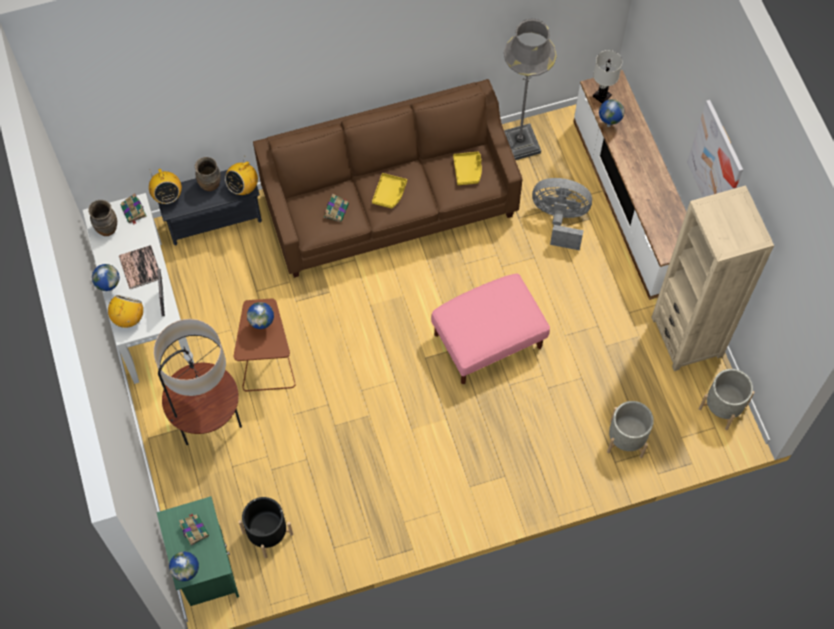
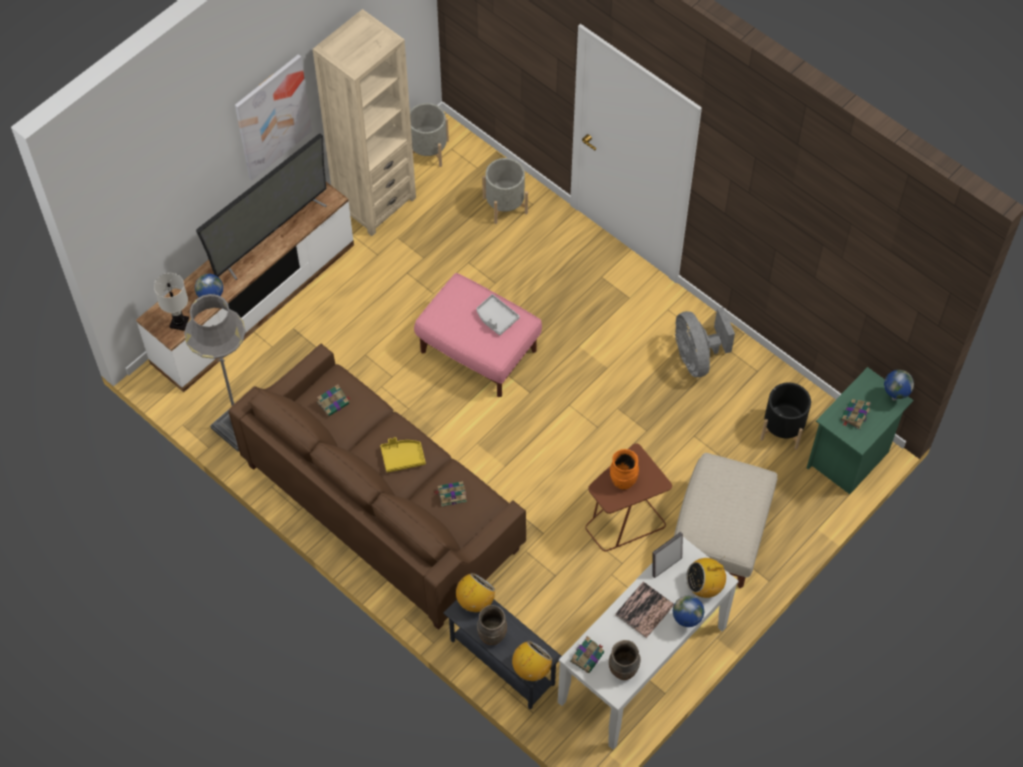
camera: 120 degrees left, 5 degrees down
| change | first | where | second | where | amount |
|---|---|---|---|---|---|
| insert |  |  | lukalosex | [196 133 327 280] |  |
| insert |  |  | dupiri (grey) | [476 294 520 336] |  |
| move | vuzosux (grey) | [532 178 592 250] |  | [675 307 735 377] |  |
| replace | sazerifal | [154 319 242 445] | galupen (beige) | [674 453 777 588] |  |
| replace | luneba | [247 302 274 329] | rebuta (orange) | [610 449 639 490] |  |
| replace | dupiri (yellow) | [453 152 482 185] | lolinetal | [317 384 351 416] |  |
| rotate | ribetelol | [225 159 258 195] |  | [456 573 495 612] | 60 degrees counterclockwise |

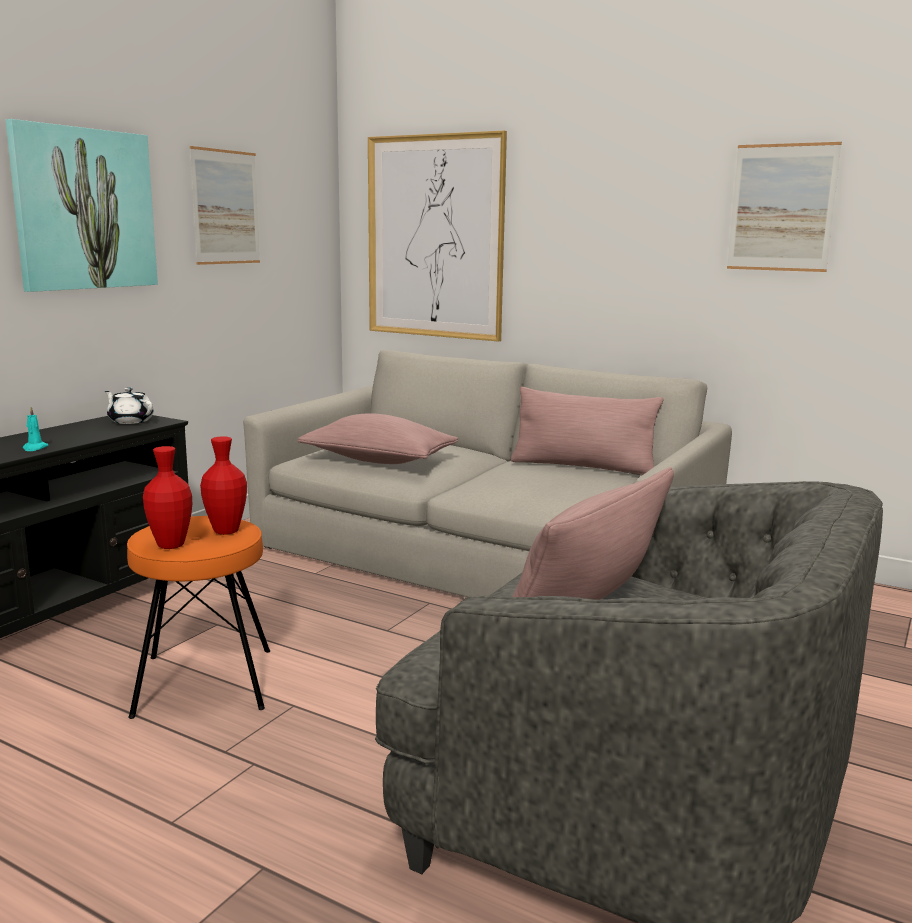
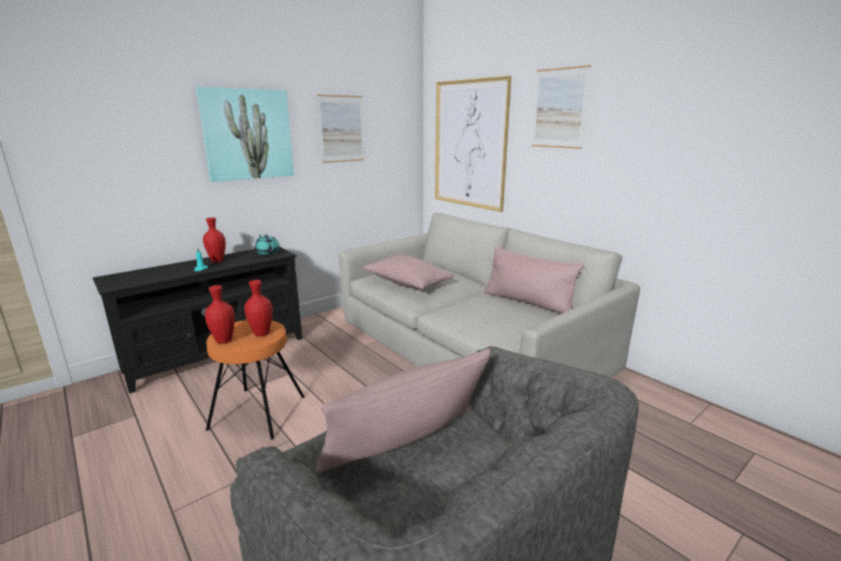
camera: 20 degrees right, 5 degrees up
| change | first | where | second | where | amount |
|---|---|---|---|---|---|
| insert |  |  | rebuta (red) | [203 218 226 262] |  |
| move | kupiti | [727 142 842 272] |  | [531 65 591 149] |  |
| recolor | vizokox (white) | [105 387 154 424] | vizokox (turquoise) | [255 235 280 255] |  |

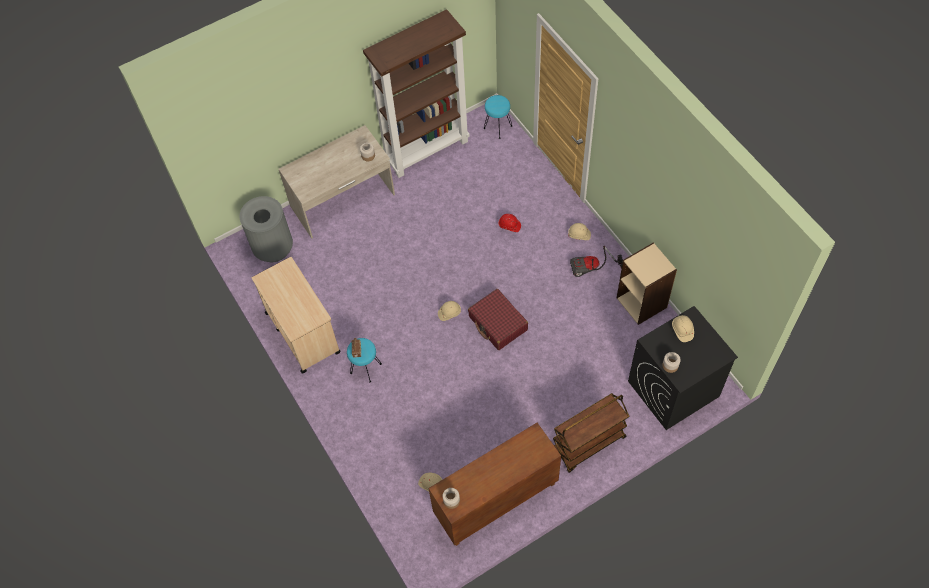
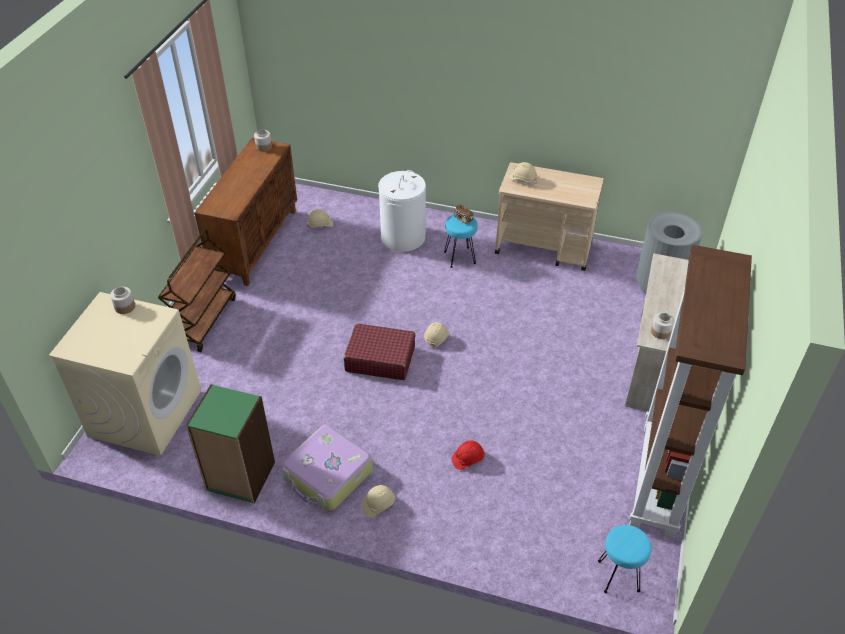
camera: 135 degrees right, 15 degrees down
| change | first | where | second | where | amount |
|---|---|---|---|---|---|
| insert |  |  | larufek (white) | [378 170 426 252] |  |
| move | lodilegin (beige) | [672 315 694 342] |  | [509 162 537 185] |  |
| replace | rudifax | [570 246 623 277] | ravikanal | [281 425 373 511] |  |
| recolor | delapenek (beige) | [617 242 677 325] | delapenek (green) | [186 384 275 503] |  |
| recolor | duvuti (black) | [628 306 738 430] | duvuti (beige) | [49 292 201 456] |  |

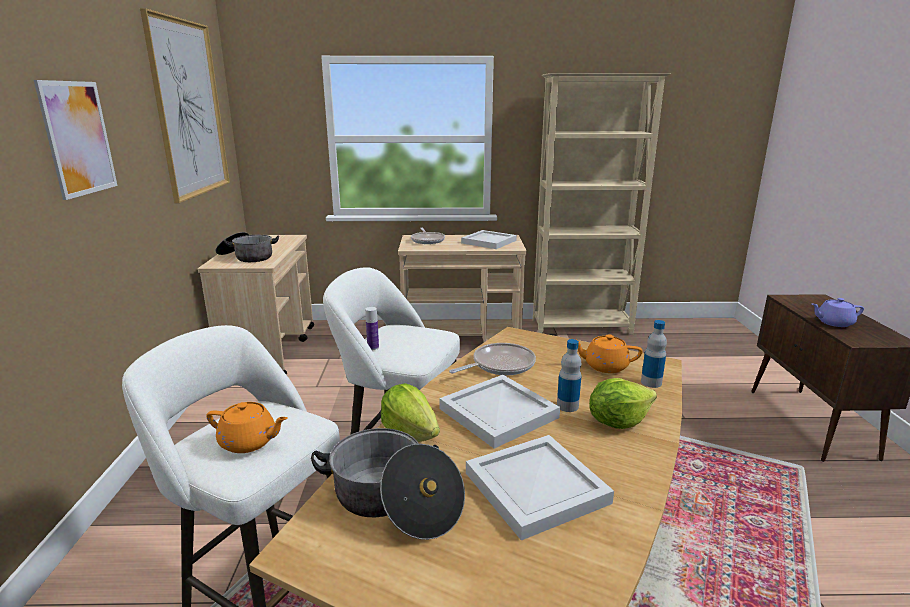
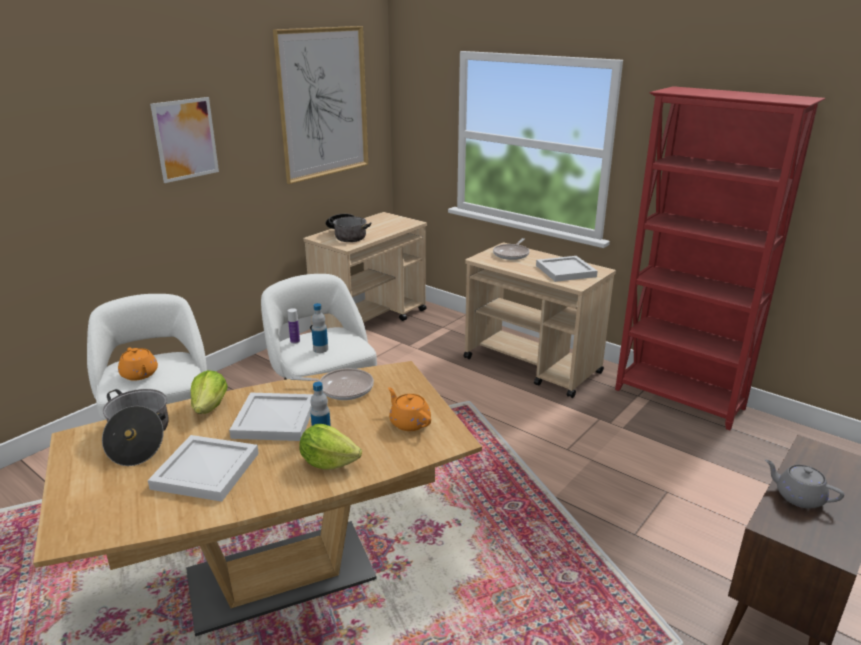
camera: 40 degrees right, 5 degrees up
| change | first | where | second | where | amount |
|---|---|---|---|---|---|
| move | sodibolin | [641 320 667 388] |  | [312 303 328 353] |  |
| recolor | delapenek (beige) | [533 73 671 335] | delapenek (red) | [615 86 825 430] |  |
| recolor | vizokox (purple) | [812 298 864 327] | vizokox (grey) | [765 459 844 509] |  |

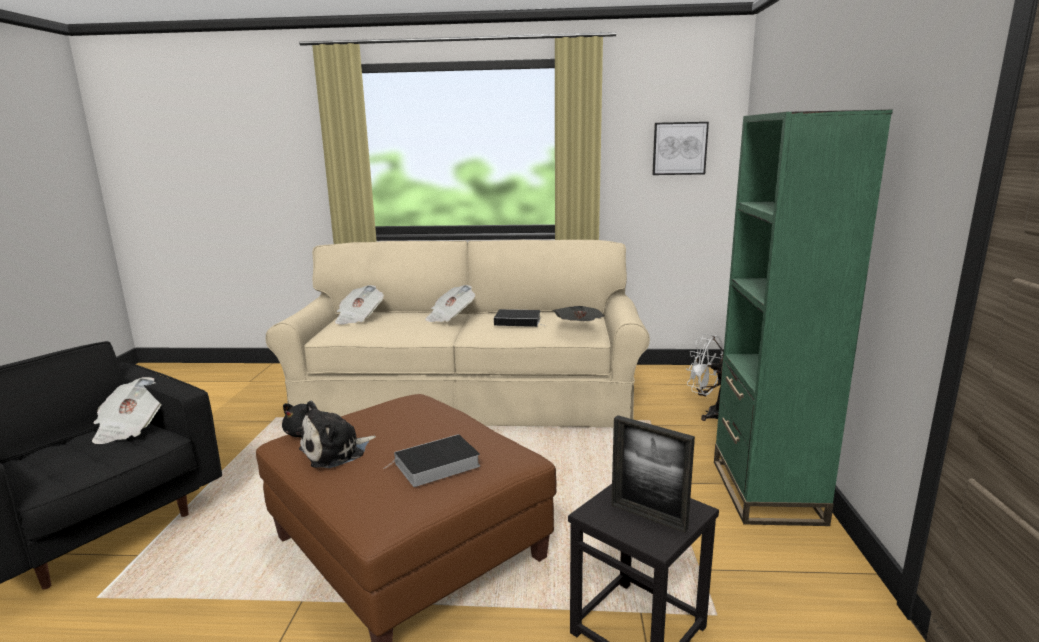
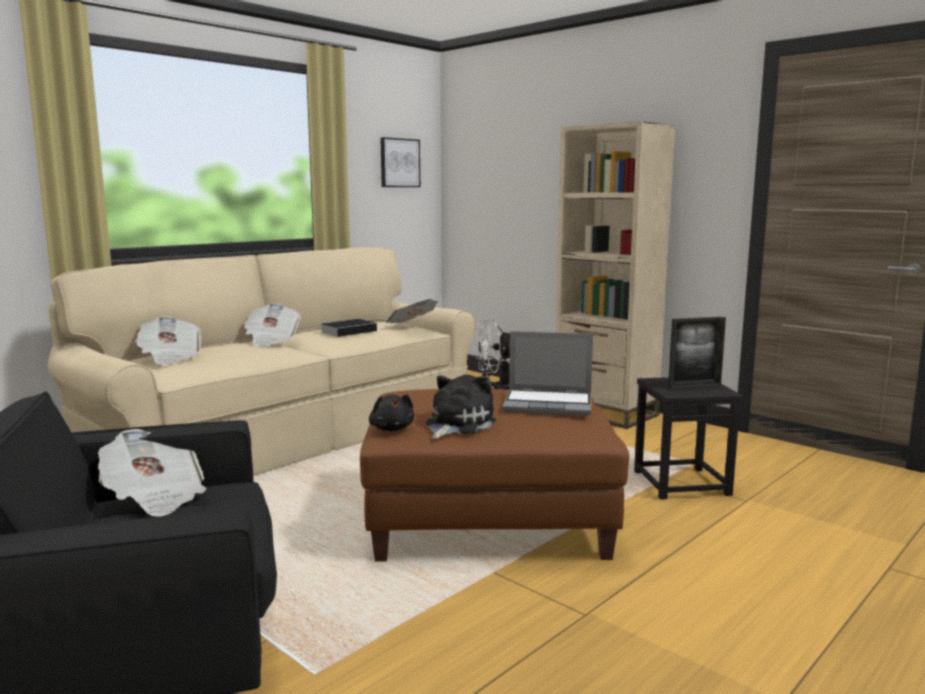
camera: 50 degrees left, 5 degrees down
| change | first | where | second | where | amount |
|---|---|---|---|---|---|
| replace | lolinetal | [383 434 480 487] | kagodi | [502 331 593 416] |  |
| recolor | delapenek (green) | [714 110 893 526] | delapenek (beige) | [556 121 676 429] |  |
| rotate | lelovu | [299 400 376 468] |  | [426 374 496 439] | 150 degrees counterclockwise |

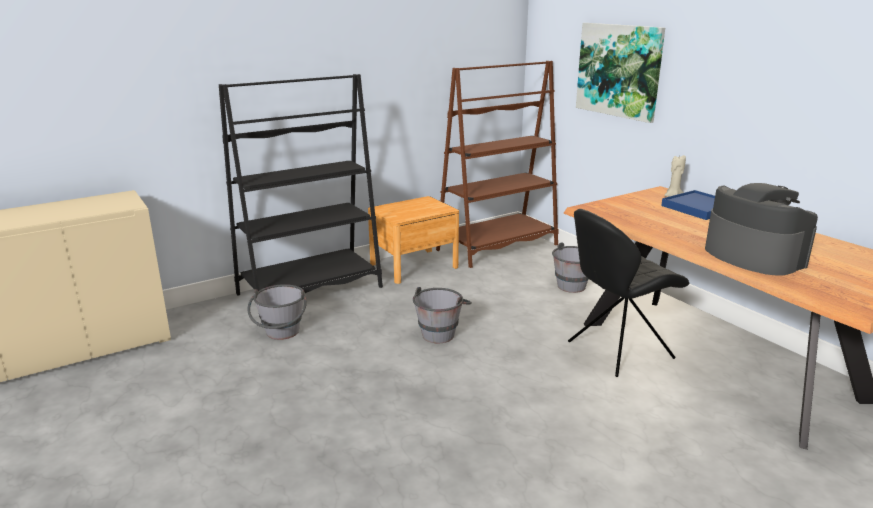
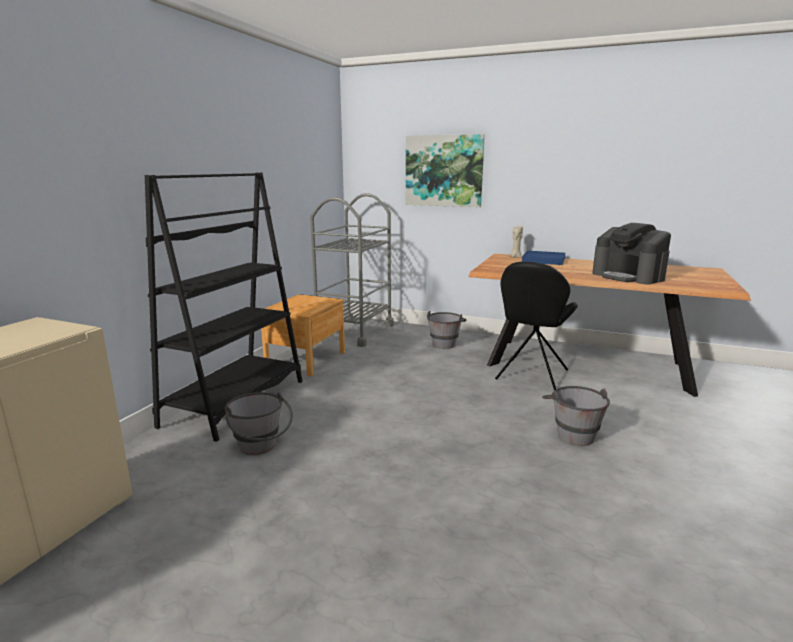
camera: 35 degrees left, 5 degrees down
| change | first | where | second | where | amount |
|---|---|---|---|---|---|
| move | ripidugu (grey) | [413 287 472 343] |  | [542 386 610 446] |  |
| replace | delapenek (brown) | [436 61 559 268] | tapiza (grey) | [310 193 394 347] |  |
| rotate | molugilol | [705 183 818 276] |  | [592 223 671 284] | 150 degrees counterclockwise |

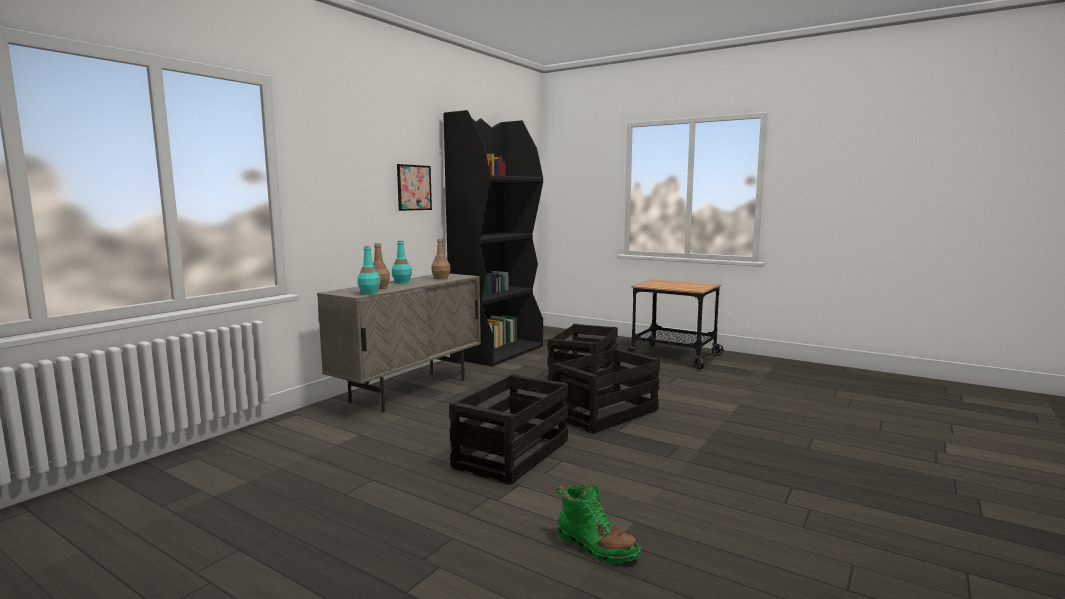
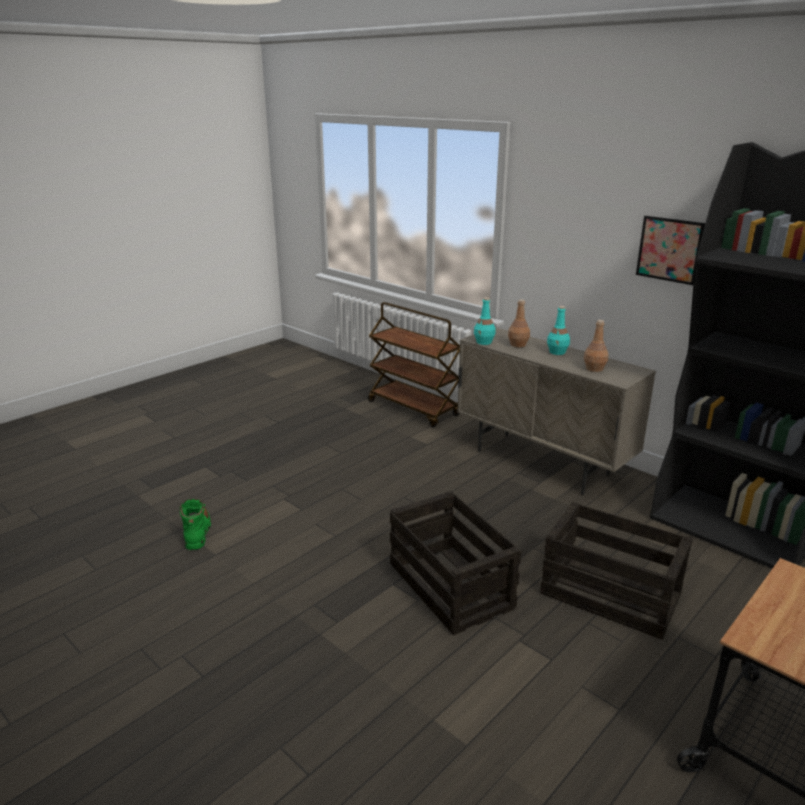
camera: 100 degrees right, 15 degrees up
| change | first | where | second | where | amount |
|---|---|---|---|---|---|
| delete | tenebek | [449 374 568 485] |  |  |  |
| insert |  |  | tapiza (brown) | [368 302 460 428] |  |
| rotate | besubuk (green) | [556 483 642 564] |  | [179 499 211 550] | 120 degrees clockwise |

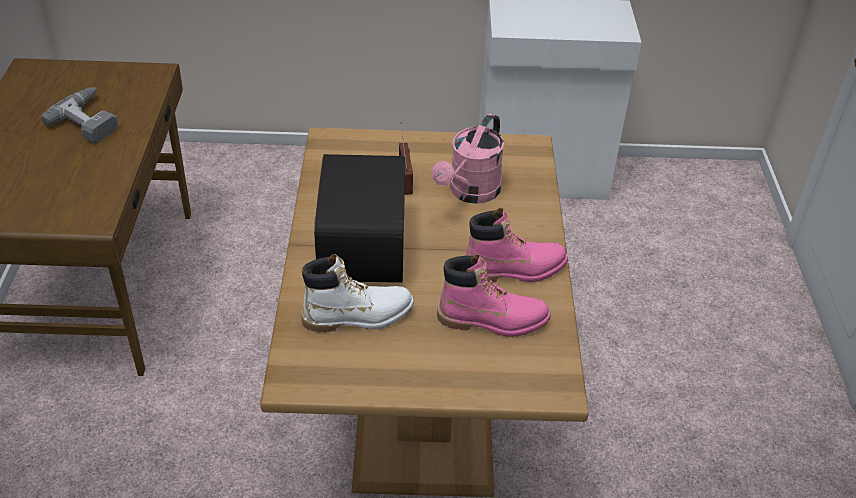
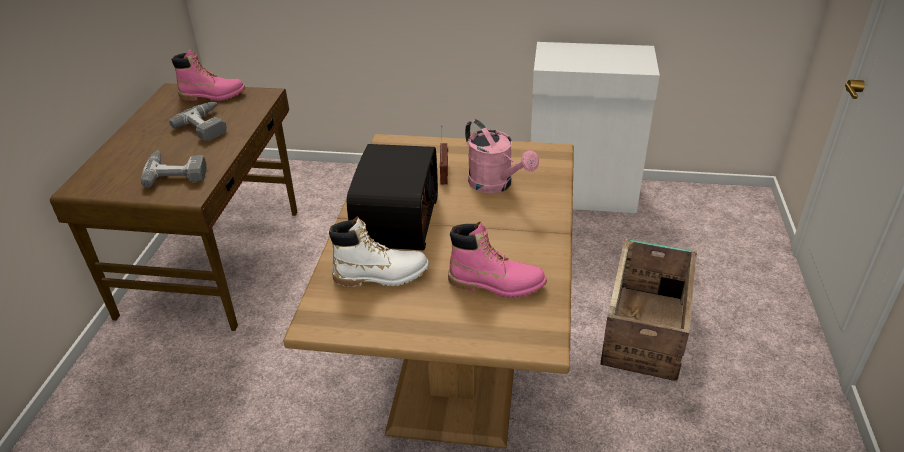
camera: 10 degrees right, 5 degrees down
| change | first | where | second | where | amount |
|---|---|---|---|---|---|
| insert |  |  | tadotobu | [141 151 207 188] |  |
| insert |  |  | tenebek | [600 239 697 381] |  |
| move | besubuk (pink) | [466 208 568 283] |  | [171 49 245 101] |  |
| rotate | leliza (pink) | [432 114 504 204] |  | [465 119 539 193] | 75 degrees counterclockwise |

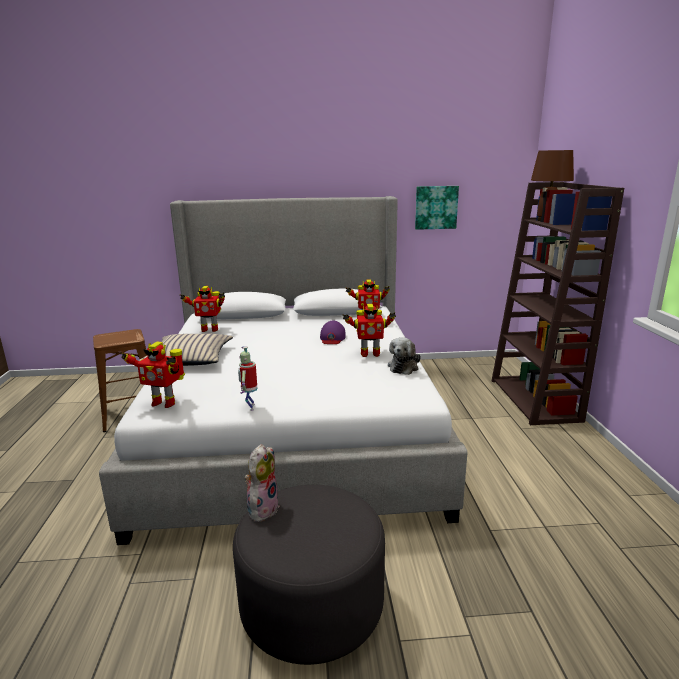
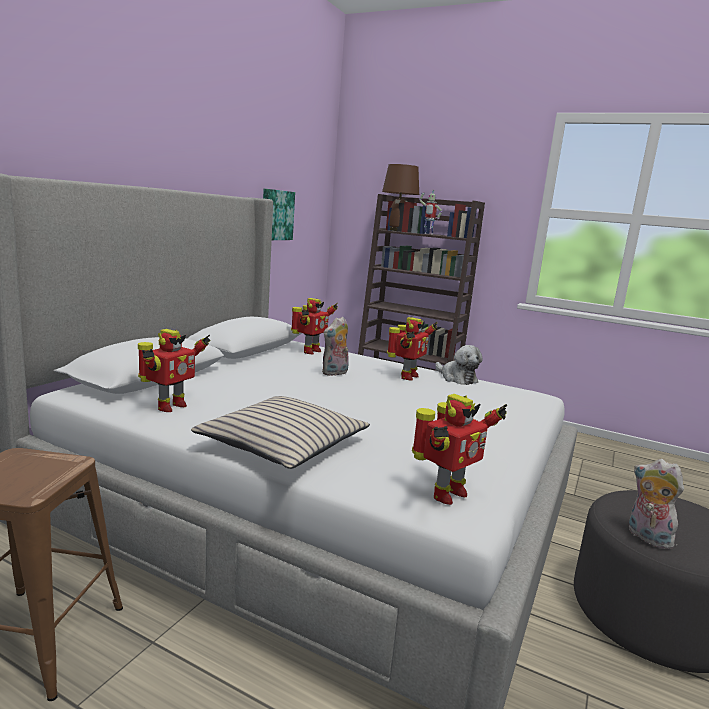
camera: 60 degrees left, 5 degrees down
| change | first | where | second | where | amount |
|---|---|---|---|---|---|
| move | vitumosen | [238 346 258 411] |  | [419 190 442 235] |  |
| replace | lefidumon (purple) | [320 320 346 344] | lelovu | [322 317 349 376] |  |

